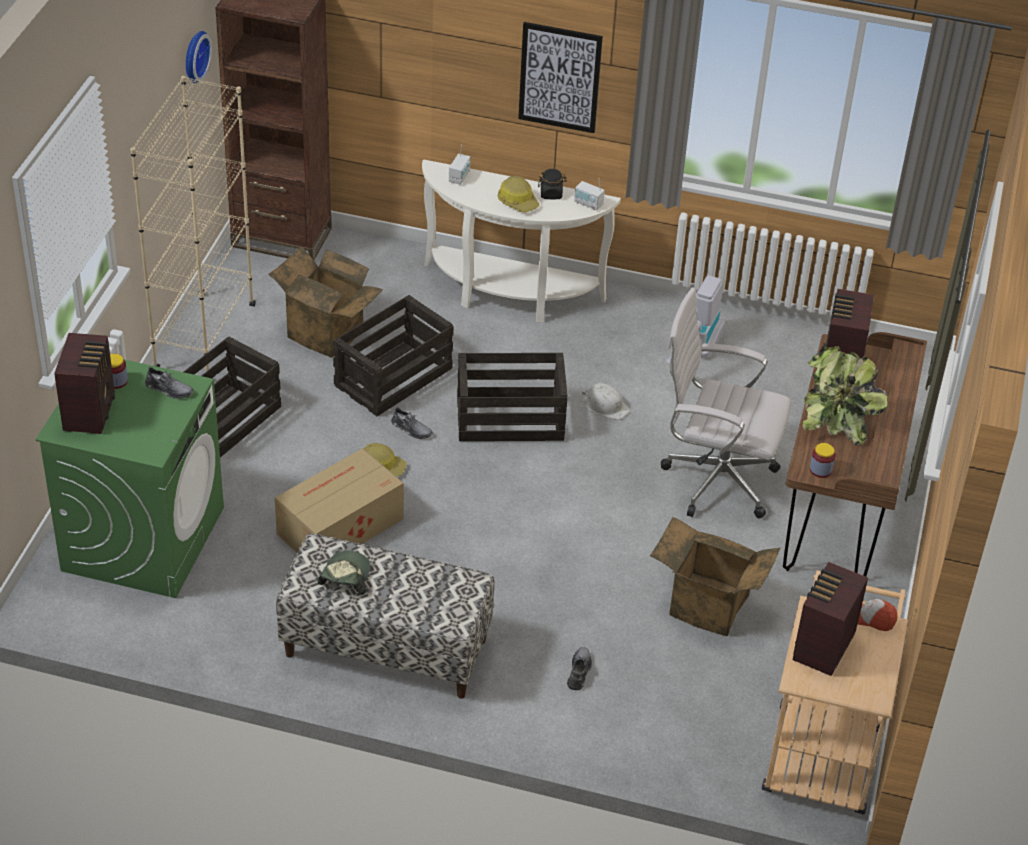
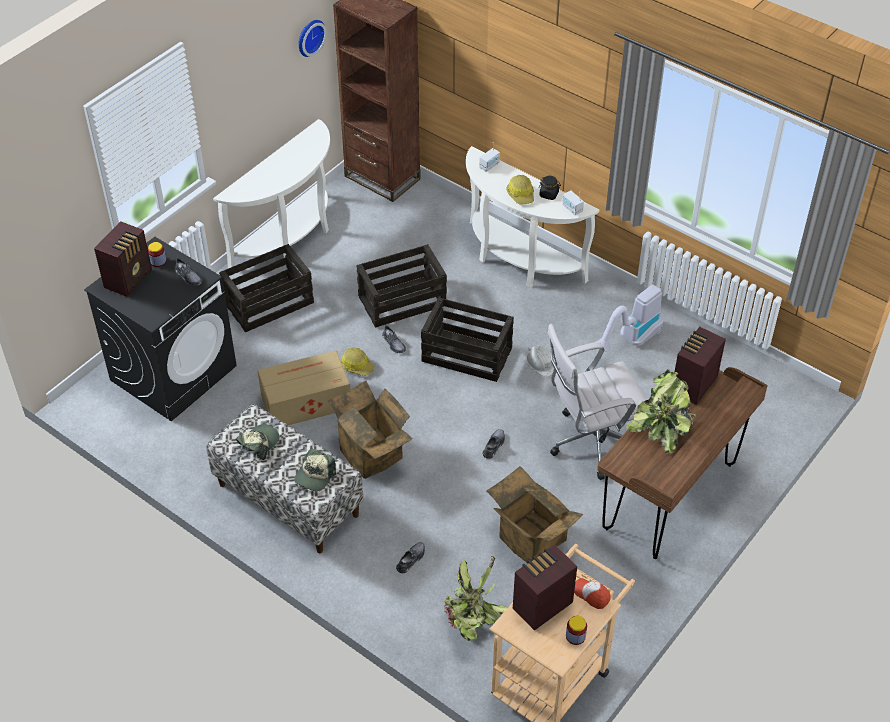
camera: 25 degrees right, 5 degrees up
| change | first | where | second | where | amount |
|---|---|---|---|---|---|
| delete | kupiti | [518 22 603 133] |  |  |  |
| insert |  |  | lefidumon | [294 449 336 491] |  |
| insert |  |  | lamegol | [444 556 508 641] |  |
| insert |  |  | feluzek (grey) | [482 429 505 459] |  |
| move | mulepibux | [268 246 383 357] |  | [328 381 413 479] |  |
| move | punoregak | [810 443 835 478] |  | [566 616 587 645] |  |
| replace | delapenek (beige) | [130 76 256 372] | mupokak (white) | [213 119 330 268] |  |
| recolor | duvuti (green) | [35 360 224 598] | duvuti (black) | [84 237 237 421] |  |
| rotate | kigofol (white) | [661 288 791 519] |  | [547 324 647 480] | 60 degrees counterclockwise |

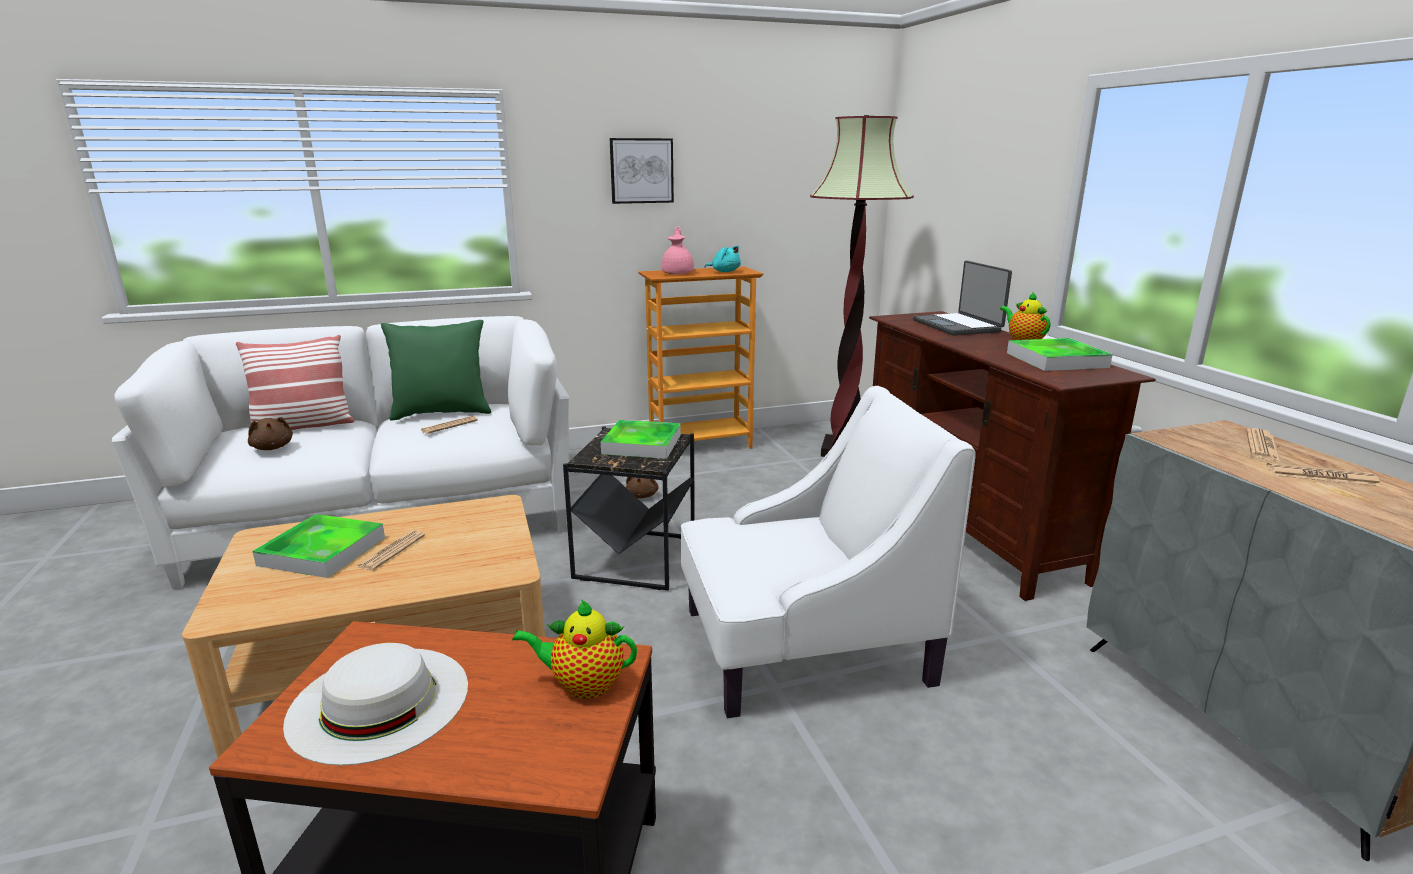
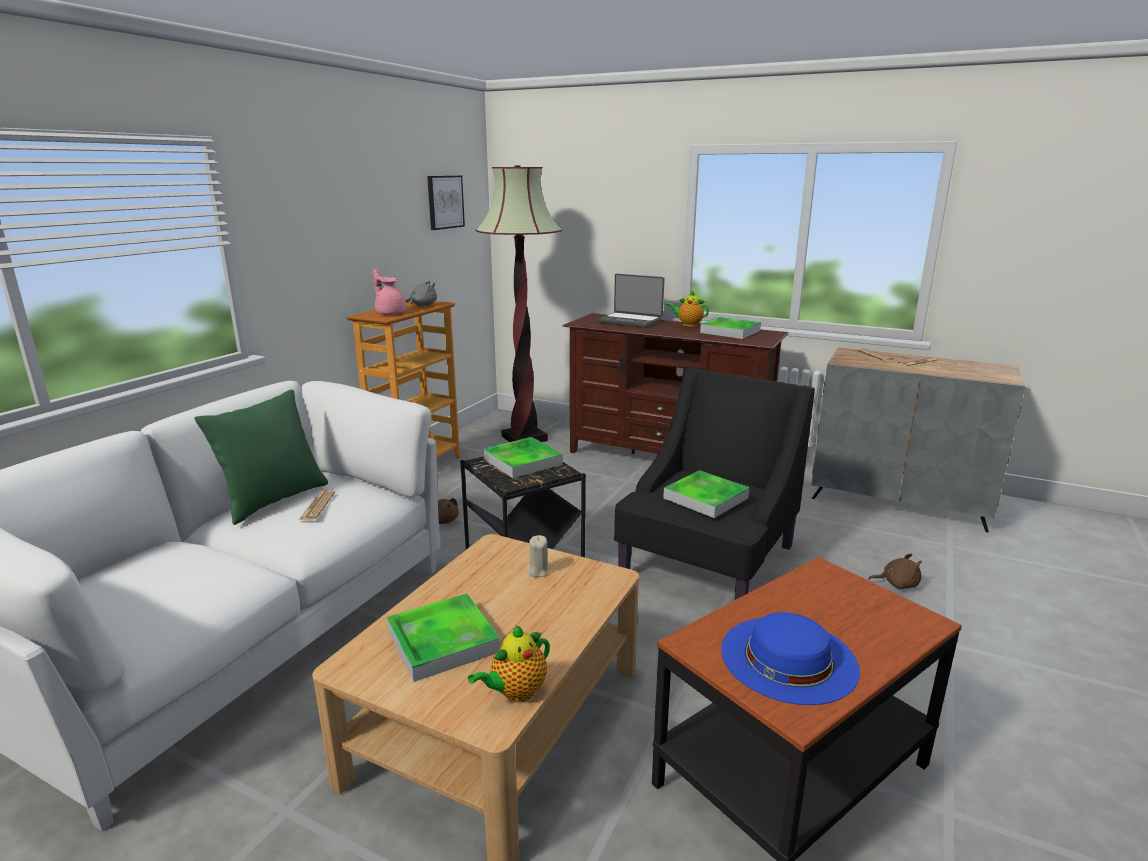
camera: 45 degrees left, 0 degrees up
| change | first | where | second | where | amount |
|---|---|---|---|---|---|
| delete | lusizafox | [236 335 354 436] |  |  |  |
| delete | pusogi | [357 530 425 571] |  |  |  |
| insert |  |  | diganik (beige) | [527 535 550 577] |  |
| insert |  |  | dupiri | [663 470 749 518] |  |
| move | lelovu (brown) | [248 417 293 450] |  | [868 553 922 589] |  |
| move | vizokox | [512 599 637 699] |  | [468 625 550 702] |  |
| move | kupiti | [609 138 674 204] |  | [427 176 465 230] |  |
| recolor | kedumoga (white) | [283 643 468 766] | kedumoga (blue) | [721 612 860 705] |  |
| recolor | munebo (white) | [681 386 975 718] | munebo (black) | [614 368 815 600] |  |
| recolor | lelovu (turquoise) | [705 246 741 272] | lelovu (grey) | [406 281 437 306] |  |

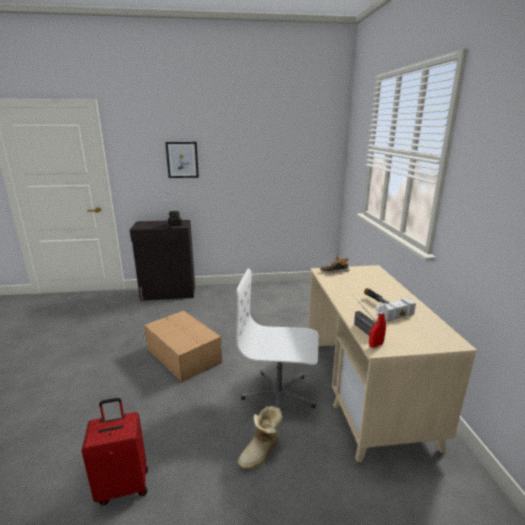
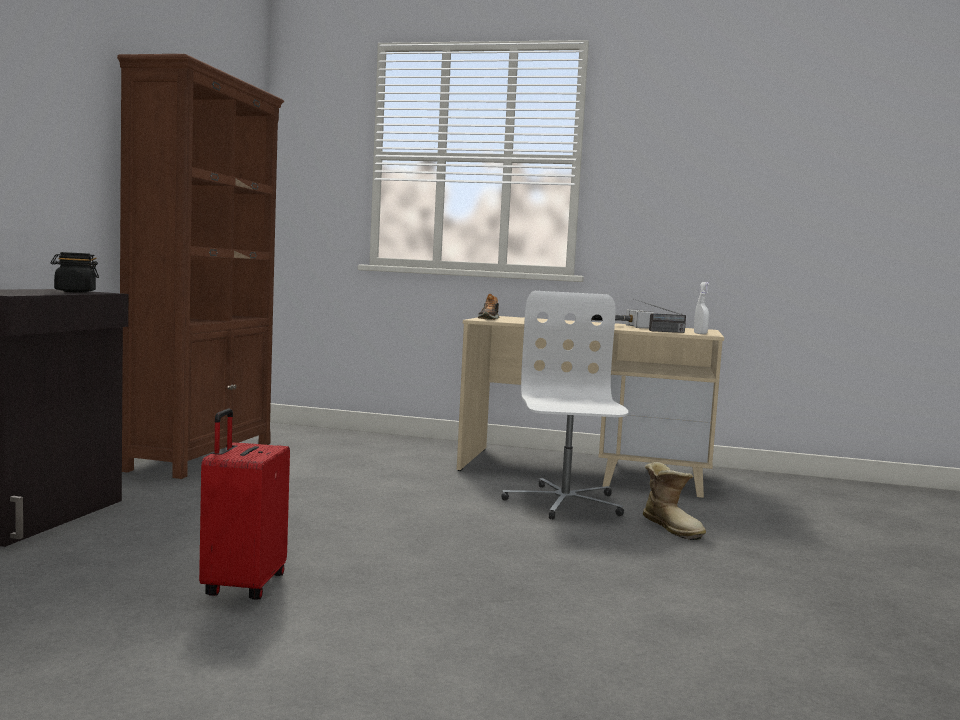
camera: 70 degrees left, 15 degrees down
| change | first | where | second | where | amount |
|---|---|---|---|---|---|
| delete | mulepibux | [144 311 222 382] |  |  |  |
| delete | kupiti | [165 142 199 178] |  |  |  |
| insert |  |  | delapenek (brown) | [117 54 284 479] |  |
| move | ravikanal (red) | [82 398 148 505] |  | [199 409 290 600] |  |
| recolor | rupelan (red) | [369 304 386 348] | rupelan (white) | [694 282 709 334] |  |
| rotate | kigofol (white) | [236 269 319 408] |  | [501 291 628 519] | 150 degrees clockwise |

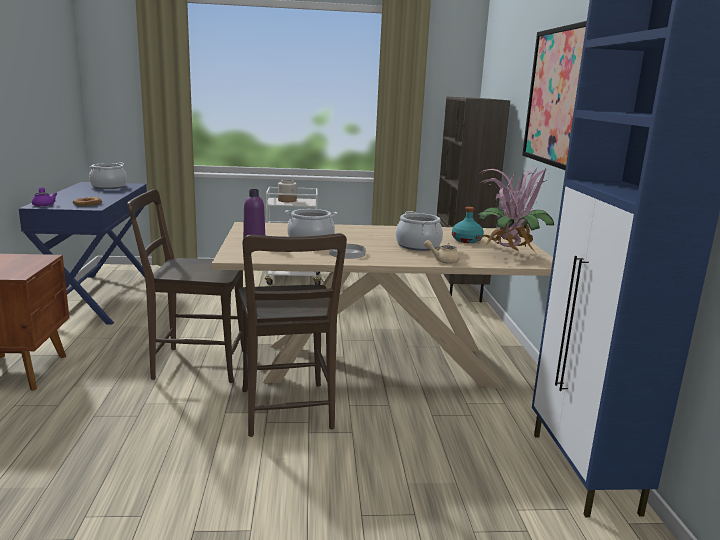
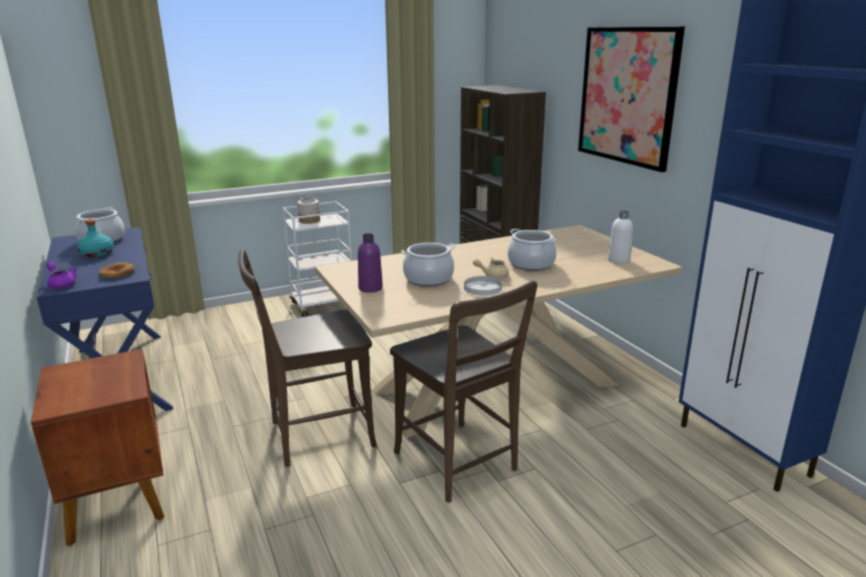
camera: 20 degrees left, 5 degrees up
| change | first | where | second | where | amount |
|---|---|---|---|---|---|
| move | vizokox (beige) | [424 240 460 264] |  | [473 257 509 279] |  |
| move | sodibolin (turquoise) | [452 207 484 243] |  | [77 219 114 258] |  |
| replace | lamegol | [475 165 554 253] | sodibolin (white) | [608 210 633 264] |  |

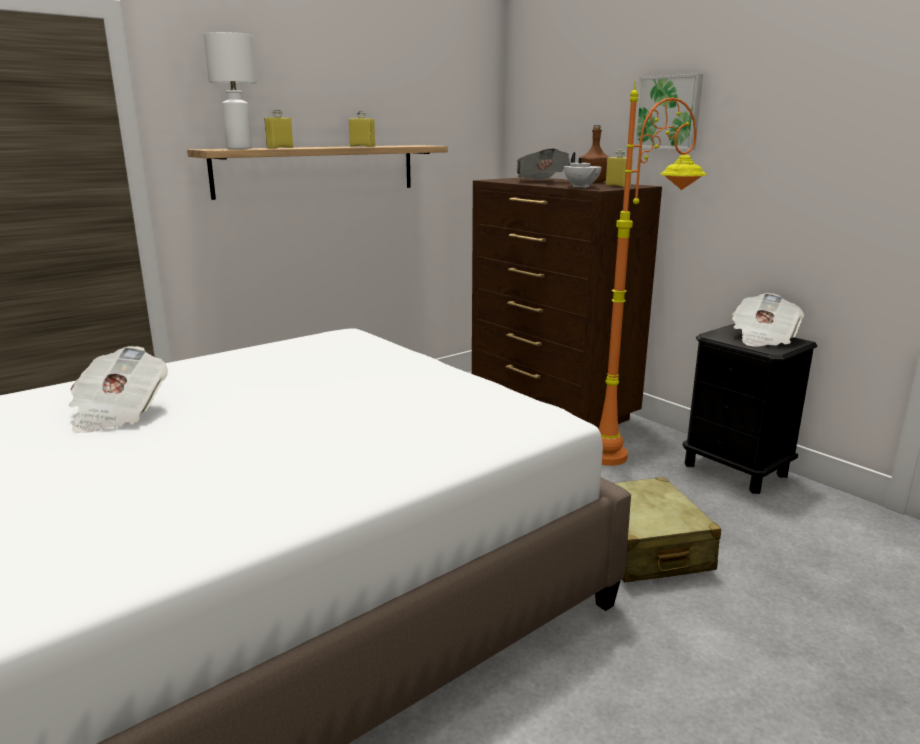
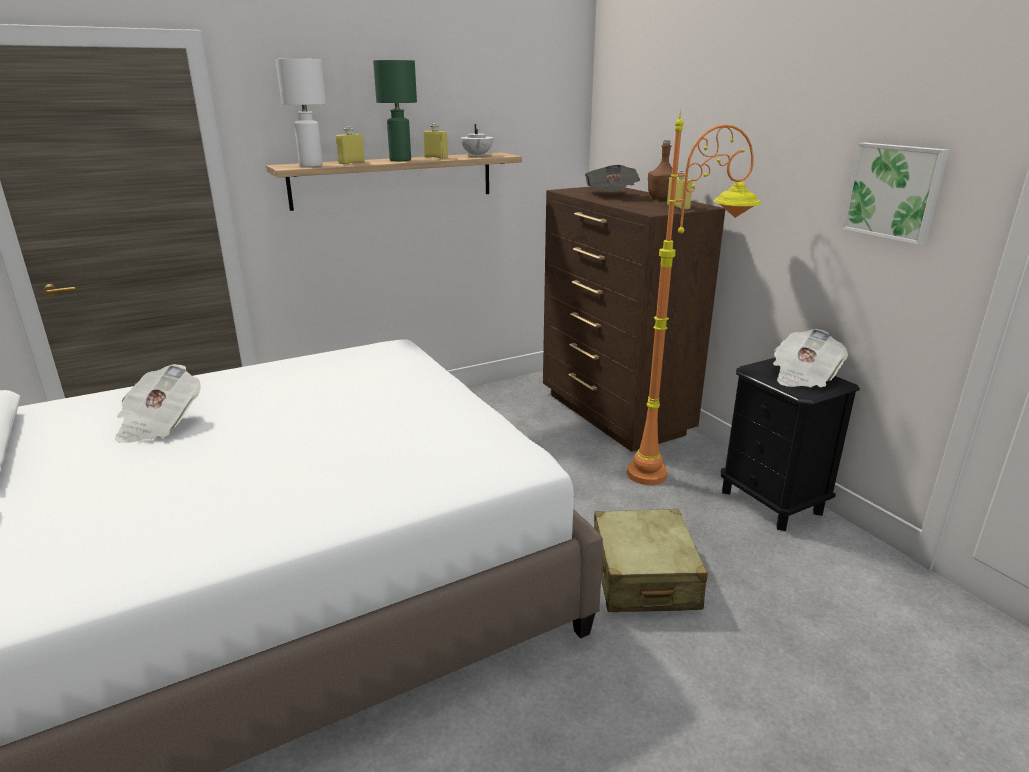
camera: 10 degrees right, 5 degrees up
| change | first | where | second | where | amount |
|---|---|---|---|---|---|
| insert |  |  | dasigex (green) | [373 60 417 161] |  |
| move | vizokox (white) | [564 152 602 188] |  | [461 124 493 157] |  |
| move | kupiti | [633 73 703 150] |  | [842 143 949 245] |  |

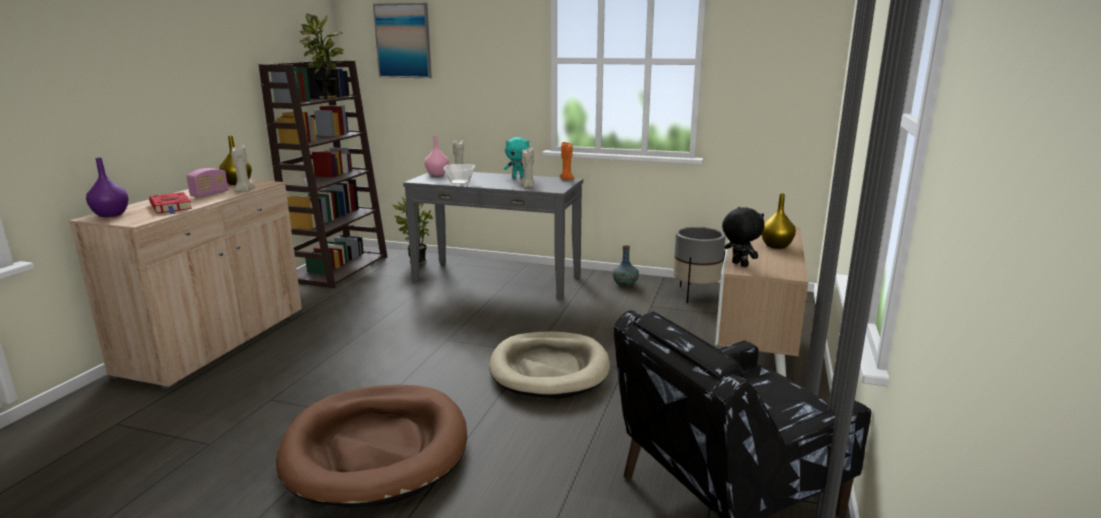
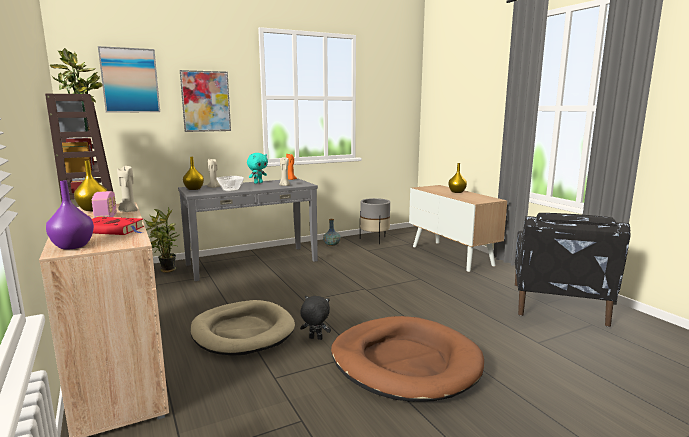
camera: 45 degrees left, 5 degrees down
| change | first | where | second | where | amount |
|---|---|---|---|---|---|
| insert |  |  | kupiti | [180 70 231 132] |  |
| move | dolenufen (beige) | [489 332 610 399] |  | [190 300 295 356] |  |
| move | lelovu (black) | [722 207 765 267] |  | [300 296 331 340] |  |
| recolor | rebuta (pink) | [425 135 449 176] | rebuta (yellow) | [183 157 204 190] |  |

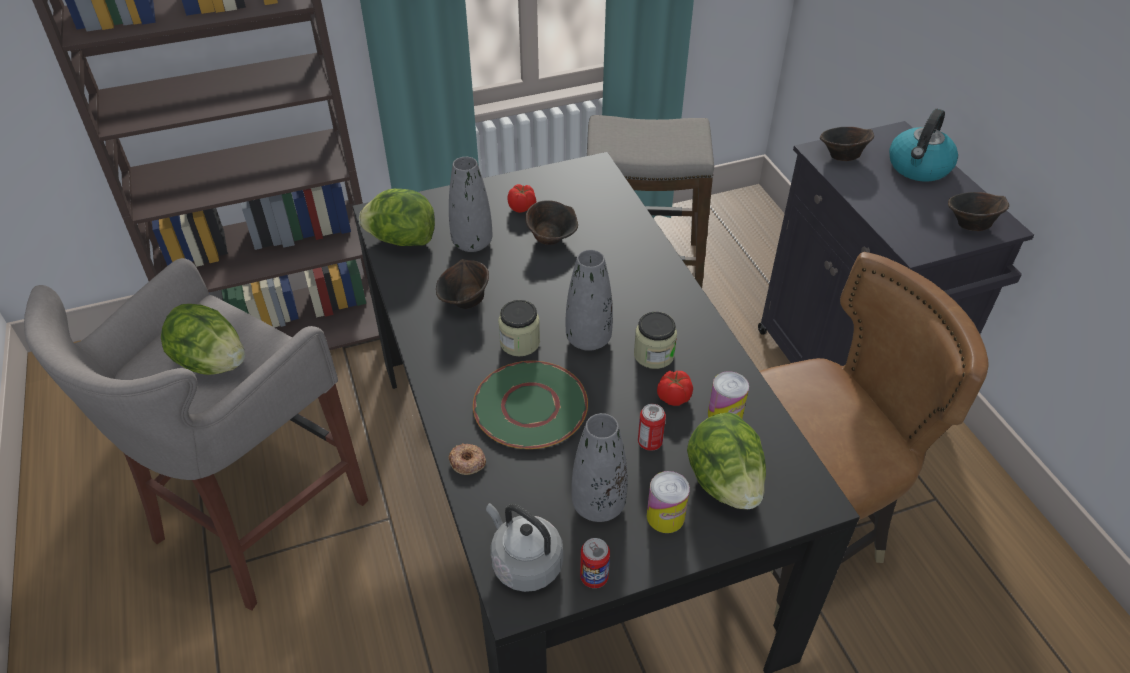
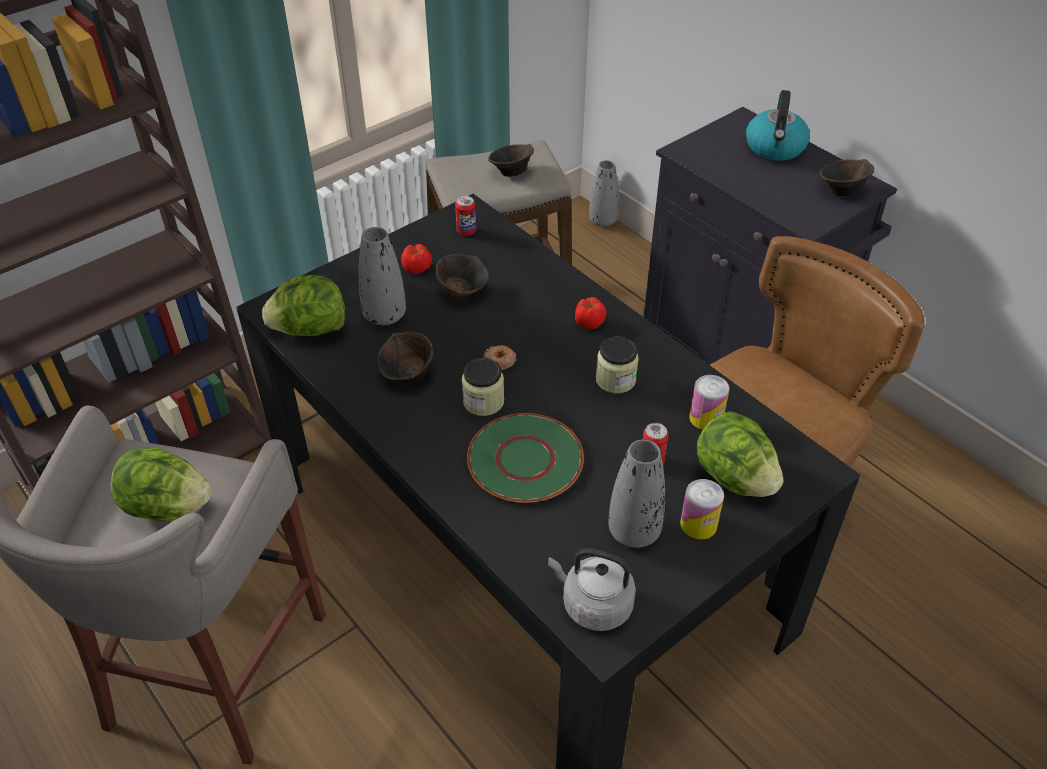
camera: 20 degrees left, 0 degrees up
| change | first | where | second | where | amount |
|---|---|---|---|---|---|
| move | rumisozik | [448 443 486 475] |  | [484 345 516 370] |  |
| move | rebuta (grey) | [566 250 613 351] |  | [589 160 619 227] |  |
| move | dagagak | [580 538 610 588] |  | [455 196 476 235] |  |
| move | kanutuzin | [657 371 693 406] |  | [575 297 606 329] |  |
| move | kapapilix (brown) | [820 127 874 161] |  | [488 144 534 177] |  |

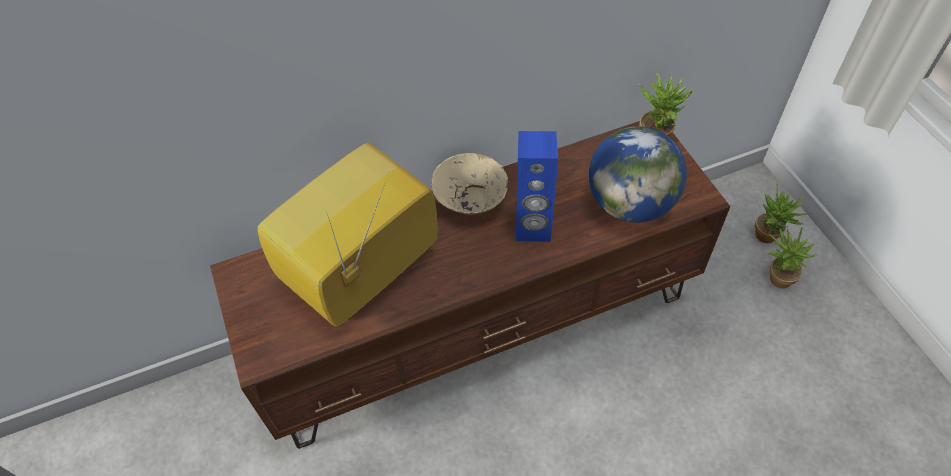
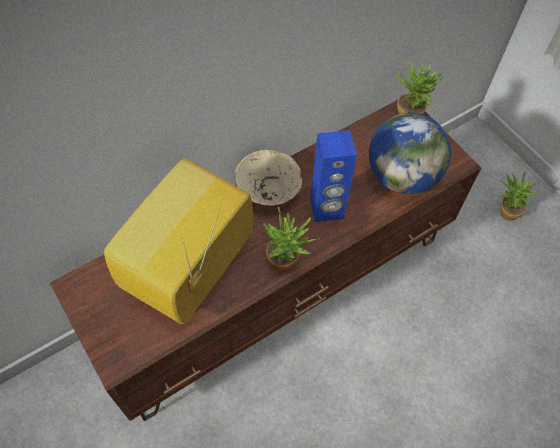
camera: 15 degrees left, 5 degrees up
| change | first | where | second | where | amount |
|---|---|---|---|---|---|
| move | lamegol | [755 183 810 243] |  | [263 206 320 271] |  |

